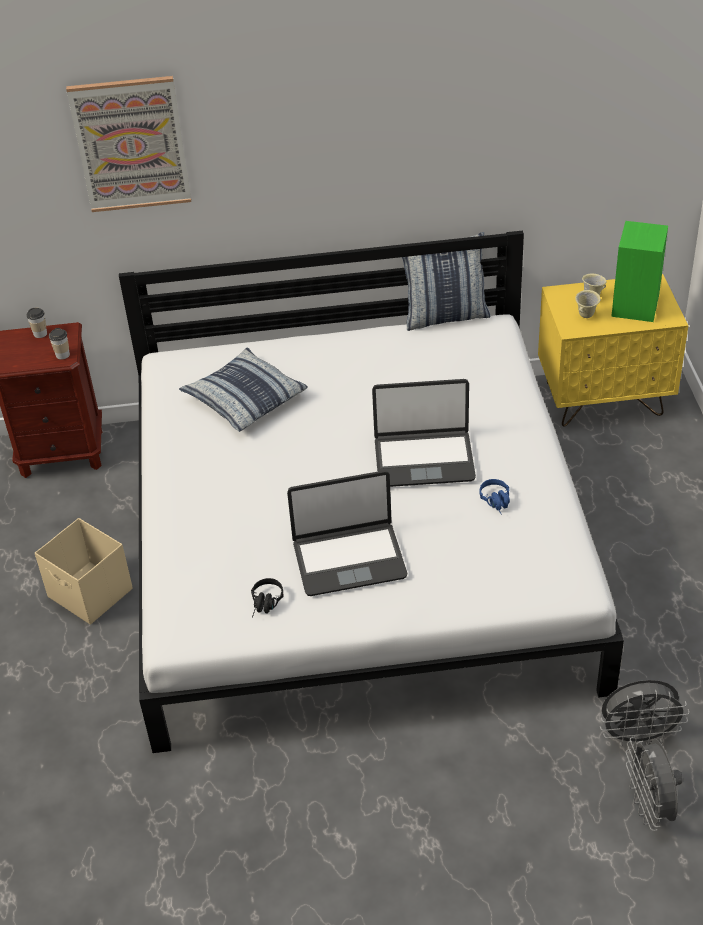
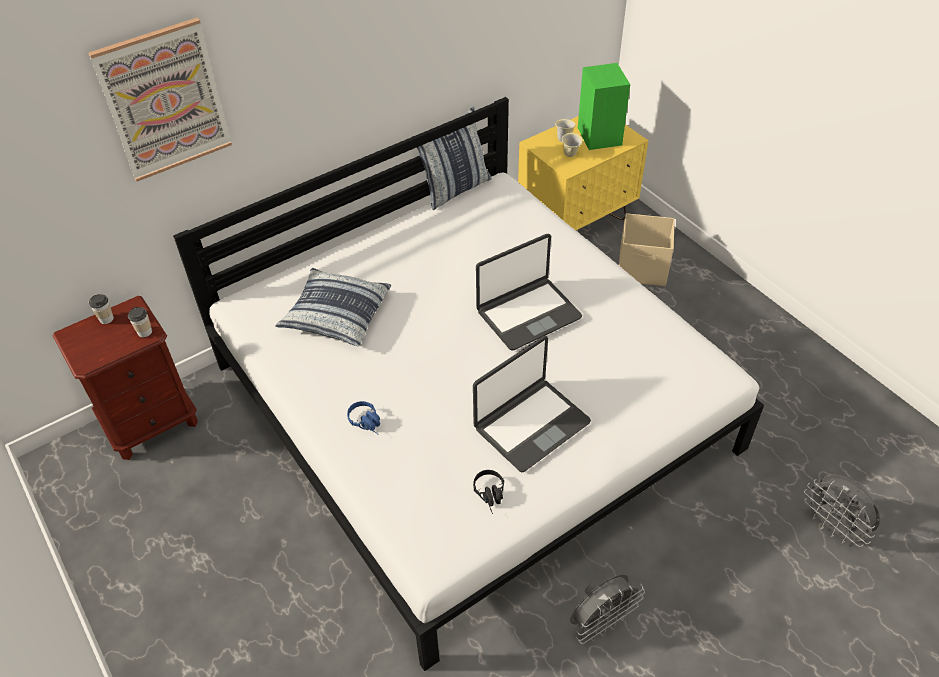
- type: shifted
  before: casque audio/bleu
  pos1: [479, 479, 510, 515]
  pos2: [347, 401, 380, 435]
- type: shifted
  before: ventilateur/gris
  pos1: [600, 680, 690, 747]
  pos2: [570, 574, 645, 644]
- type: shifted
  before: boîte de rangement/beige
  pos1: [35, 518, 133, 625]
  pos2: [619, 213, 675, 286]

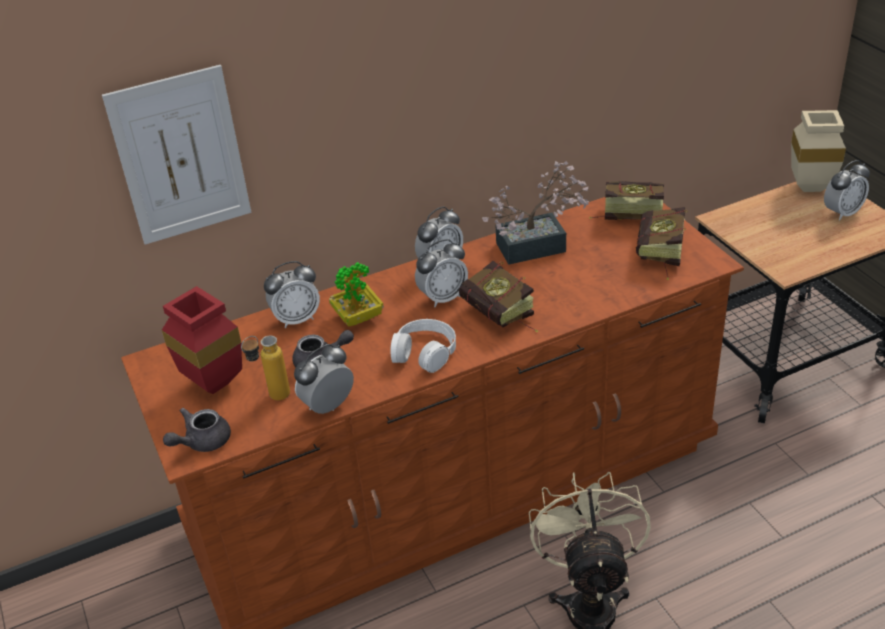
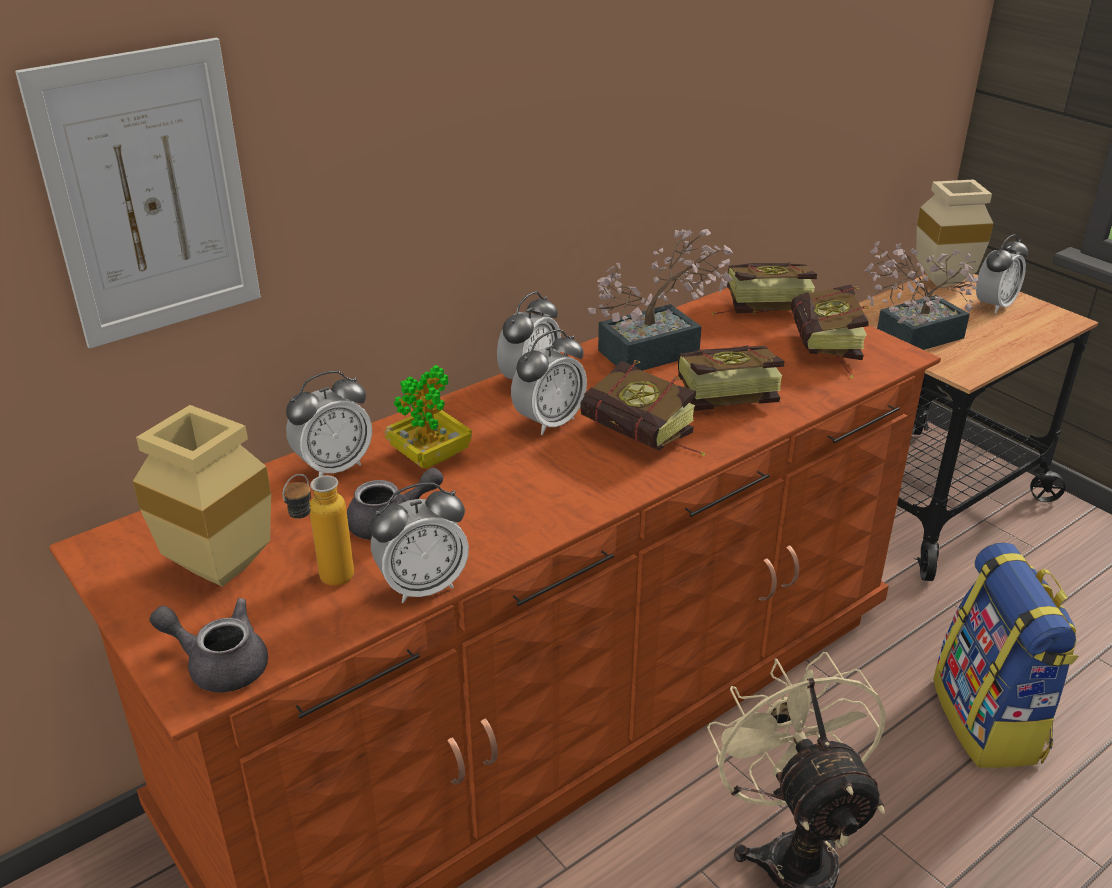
- type: repainted
  before: vase/rouge
  after: vase/beige
  pos1: [162, 286, 242, 394]
  pos2: [133, 405, 271, 587]
- type: rotated
  before: théière/gris
  pos1: [163, 408, 231, 452]
  pos2: [149, 598, 268, 692]
  turn: 75
- type: rotated
  before: réveil
  pos1: [294, 344, 354, 414]
  pos2: [370, 482, 469, 603]
  turn: -150
- type: new
  after: livre
  pos2: [678, 345, 784, 411]
- type: new
  after: plante en pot
  pos2: [864, 241, 978, 350]
- type: new
  after: sac à dos
  pos2: [933, 543, 1079, 768]
- type: gone
  before: casque audio/blanc
  pos1: [390, 319, 456, 373]

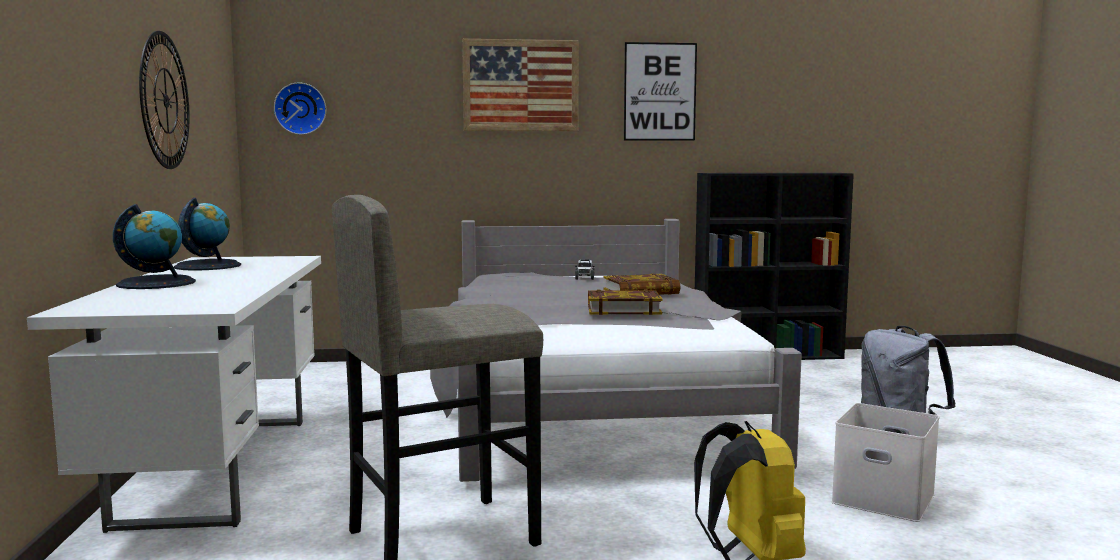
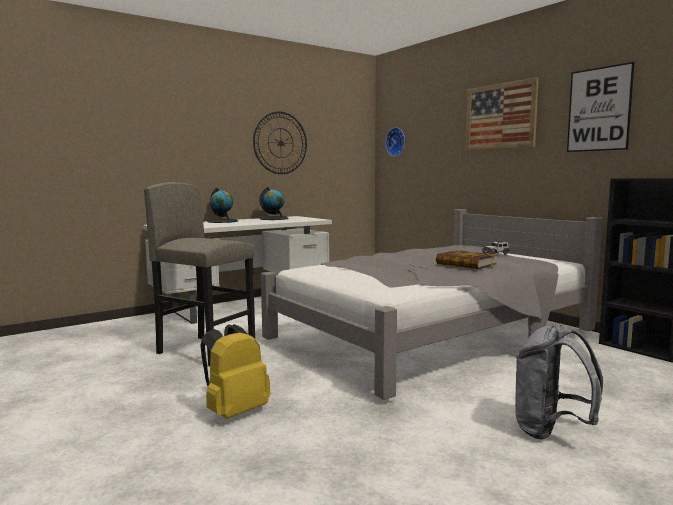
- type: gone
  before: livre
  pos1: [588, 289, 663, 315]
- type: gone
  before: boîte de rangement/blanc
  pos1: [831, 403, 939, 522]

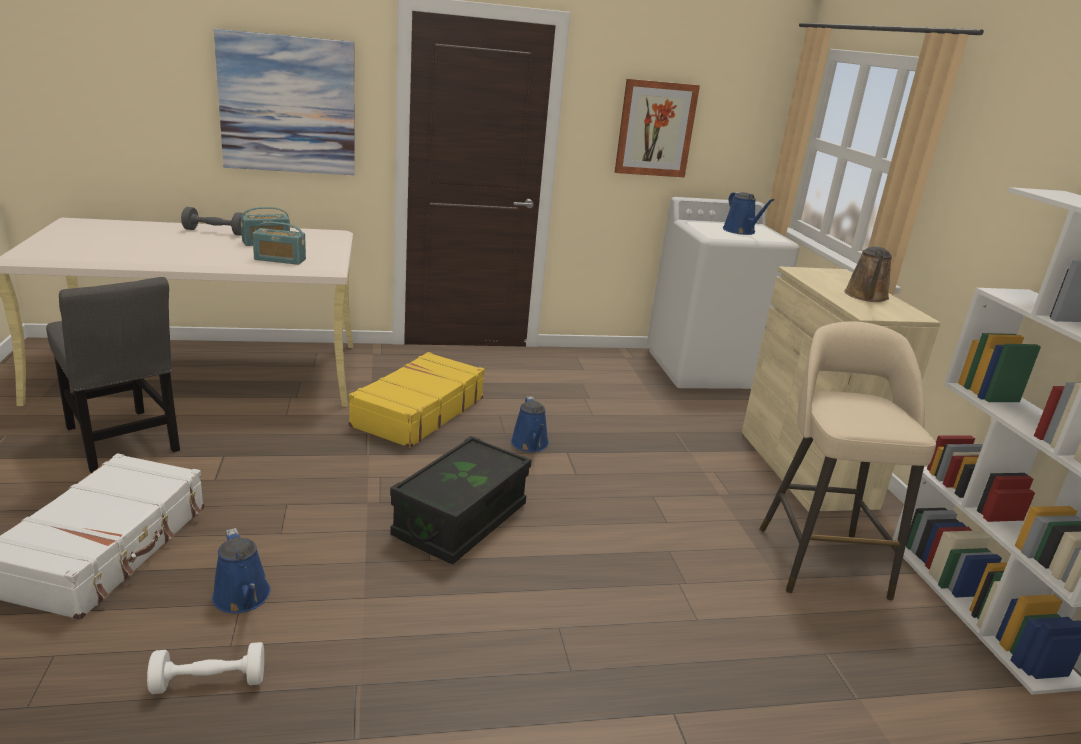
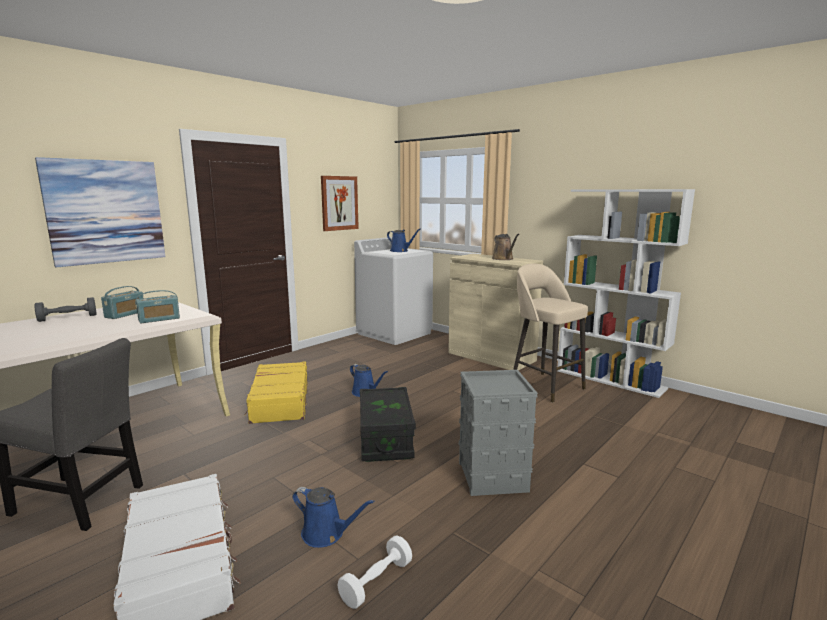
- type: new
  after: boîte de rangement/gris
  pos2: [459, 370, 538, 496]

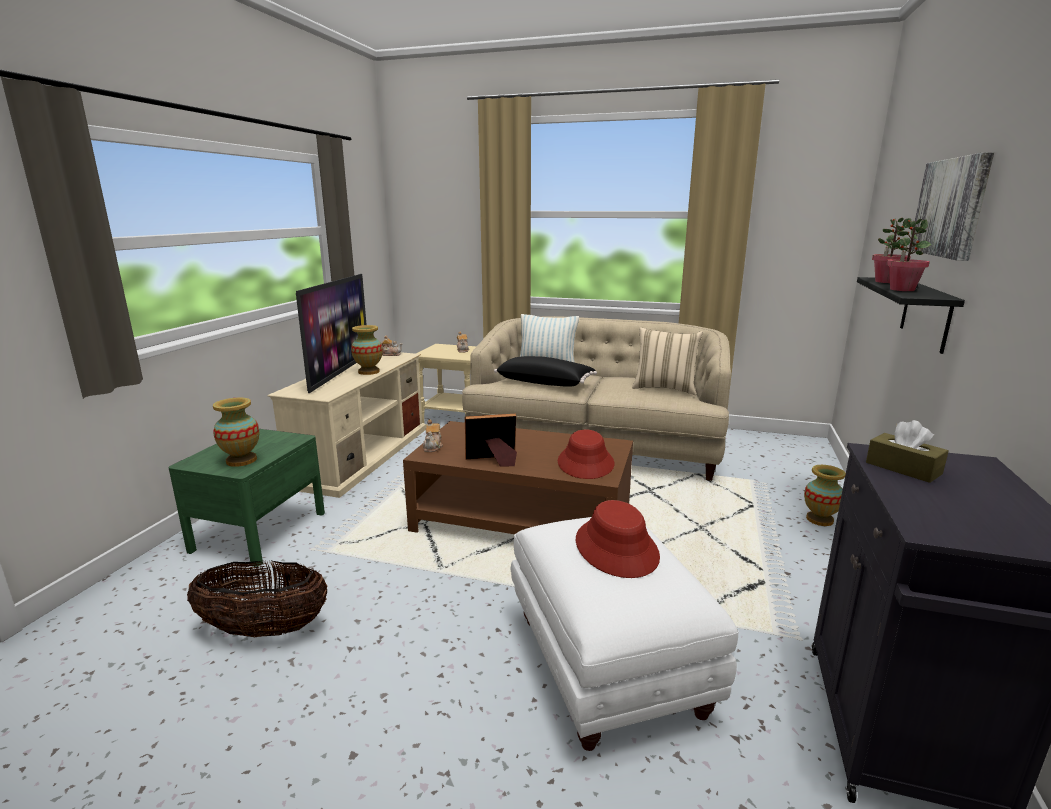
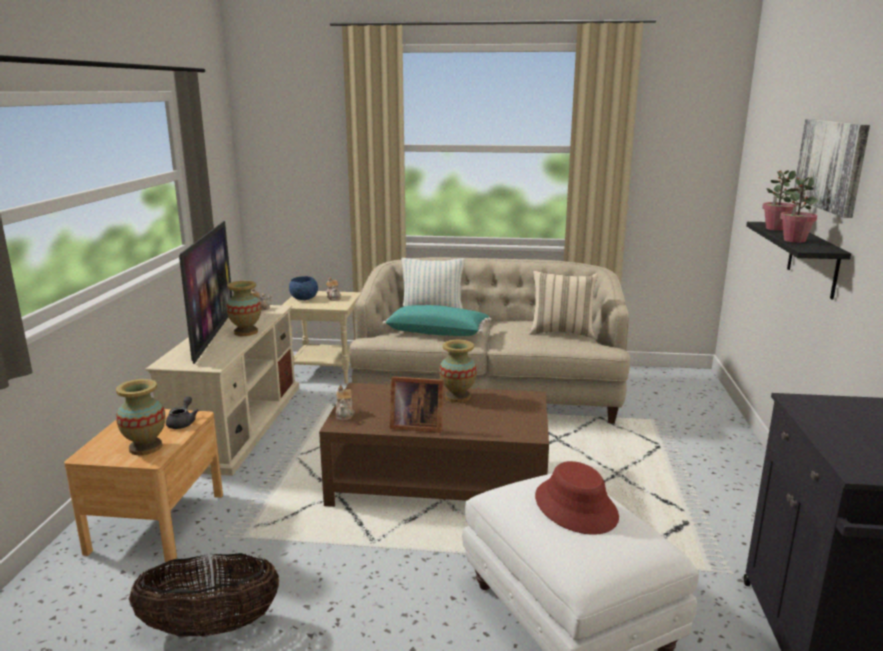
- type: repainted
  before: table de chevet/vert
  after: table de chevet/marron
  pos1: [168, 429, 325, 567]
  pos2: [64, 409, 223, 562]
- type: new
  after: théière/gris
  pos2: [166, 396, 199, 429]
- type: new
  after: bol/bleu
  pos2: [289, 276, 318, 300]
- type: repainted
  before: coussin/noir
  after: coussin/turquoise
  pos1: [494, 356, 597, 387]
  pos2: [383, 305, 491, 336]
- type: rotated
  before: cadre photo
  pos1: [465, 414, 517, 466]
  pos2: [389, 376, 444, 433]
  turn: -150
- type: shifted
  before: vase
  pos1: [804, 465, 846, 526]
  pos2: [439, 340, 477, 403]
- type: gone
  before: chapeau/rouge
  pos1: [558, 429, 614, 479]
- type: gone
  before: boîte à mouchoirs/marron
  pos1: [866, 420, 949, 483]

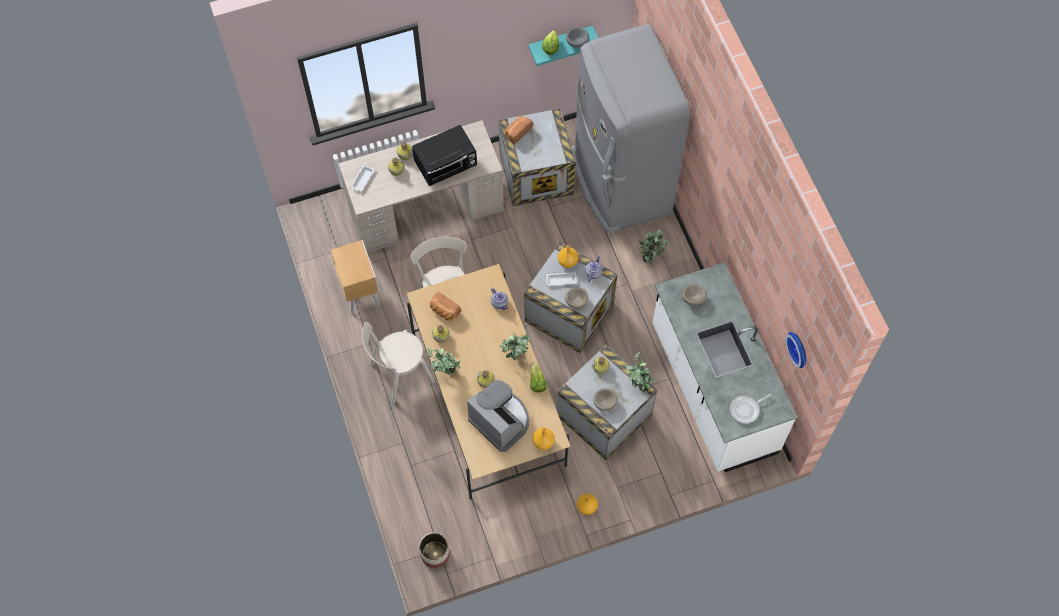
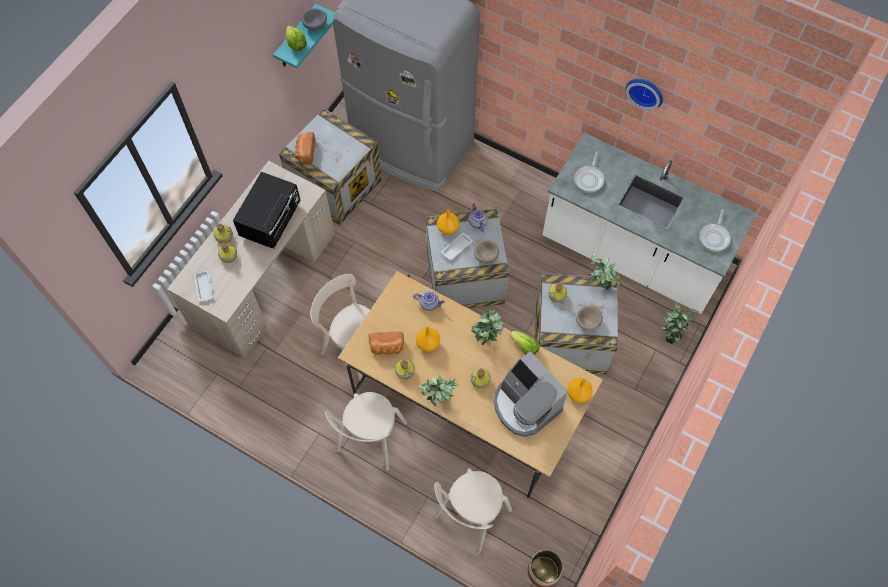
- type: shifted
  before: vase/orange
  pos1: [577, 494, 598, 515]
  pos2: [416, 327, 440, 352]
- type: new
  after: chaise/beige
  pos2: [433, 468, 512, 553]
- type: rotated
  before: machine à café
  pos1: [467, 380, 530, 452]
  pos2: [494, 351, 568, 437]
  turn: -135
- type: swapped
  before: bol/beige
  after: poêle
  pos1: [682, 283, 707, 306]
  pos2: [574, 152, 605, 193]
- type: shifted
  before: horloge murale
  pos1: [785, 332, 806, 368]
  pos2: [626, 79, 663, 110]
- type: shifted
  before: plante en pot
  pos1: [638, 228, 669, 263]
  pos2: [661, 304, 698, 344]
- type: gone
  before: table de chevet/marron
  pos1: [331, 240, 380, 314]

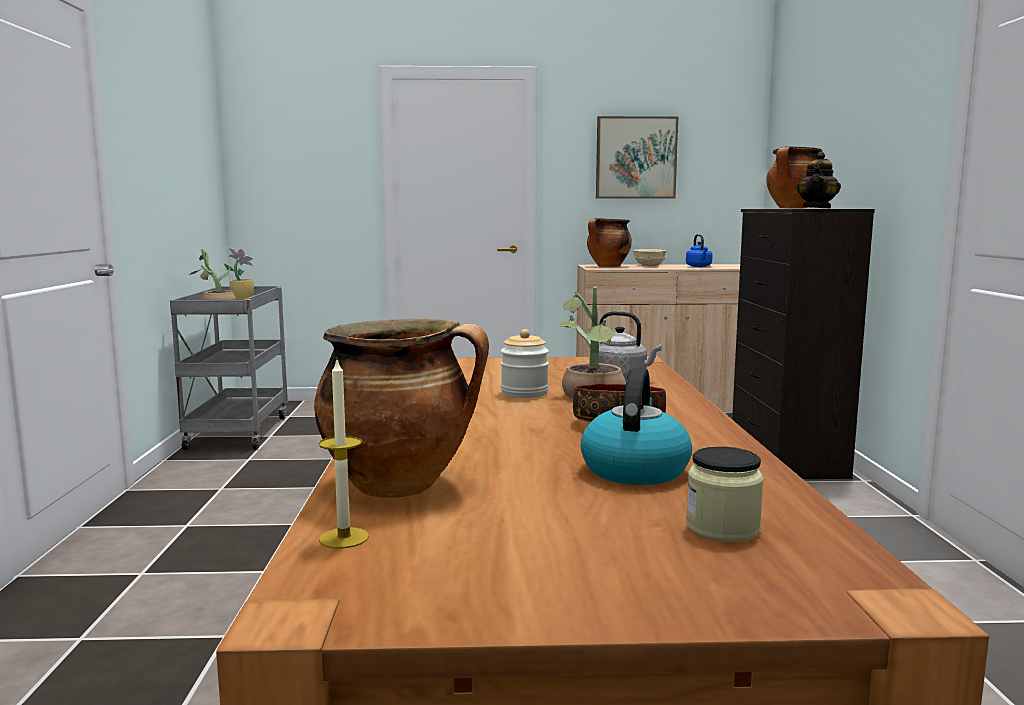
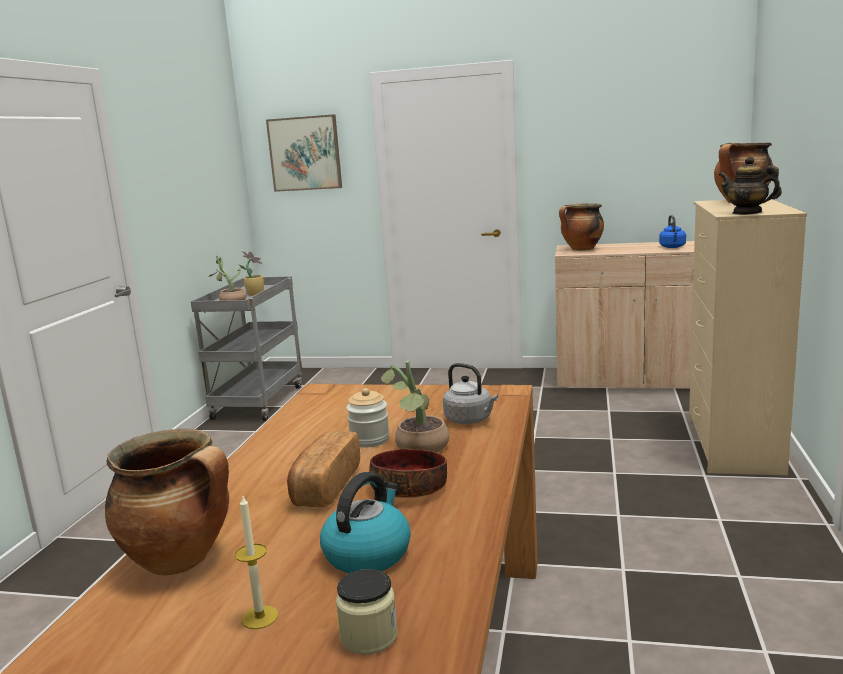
- type: shifted
  before: bougie
  pos1: [318, 360, 369, 549]
  pos2: [235, 494, 278, 629]
- type: shifted
  before: tableau
  pos1: [596, 116, 678, 198]
  pos2: [266, 114, 342, 192]
- type: new
  after: pain
  pos2: [287, 431, 360, 508]
- type: repainted
  before: commode/noir
  after: commode/beige
  pos1: [732, 209, 875, 479]
  pos2: [689, 198, 807, 476]
- type: rotated
  before: théière
  pos1: [796, 151, 841, 208]
  pos2: [719, 156, 782, 215]
  turn: 90
- type: gone
  before: bol/beige
  pos1: [633, 249, 666, 266]

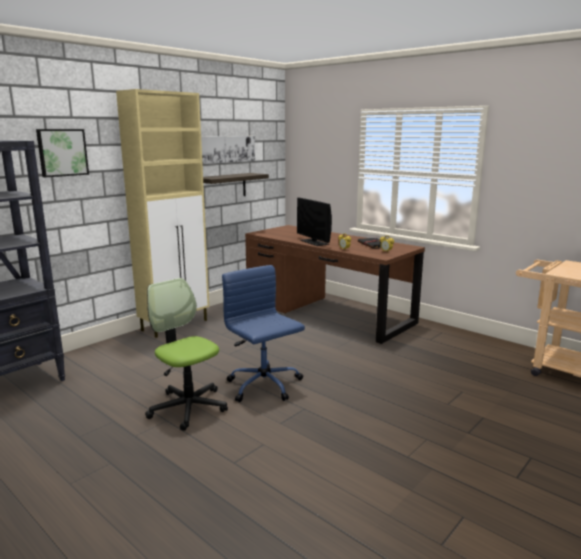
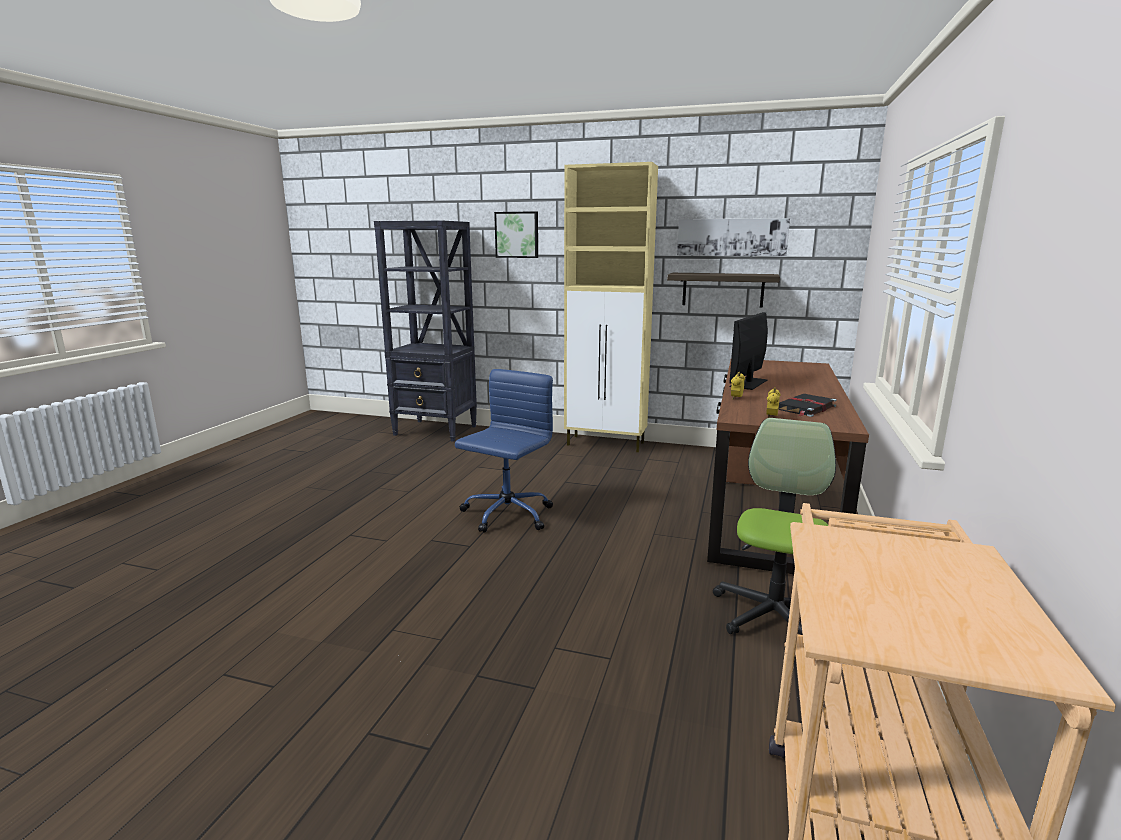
- type: shifted
  before: chaise de bureau
  pos1: [145, 278, 228, 431]
  pos2: [713, 418, 836, 635]

